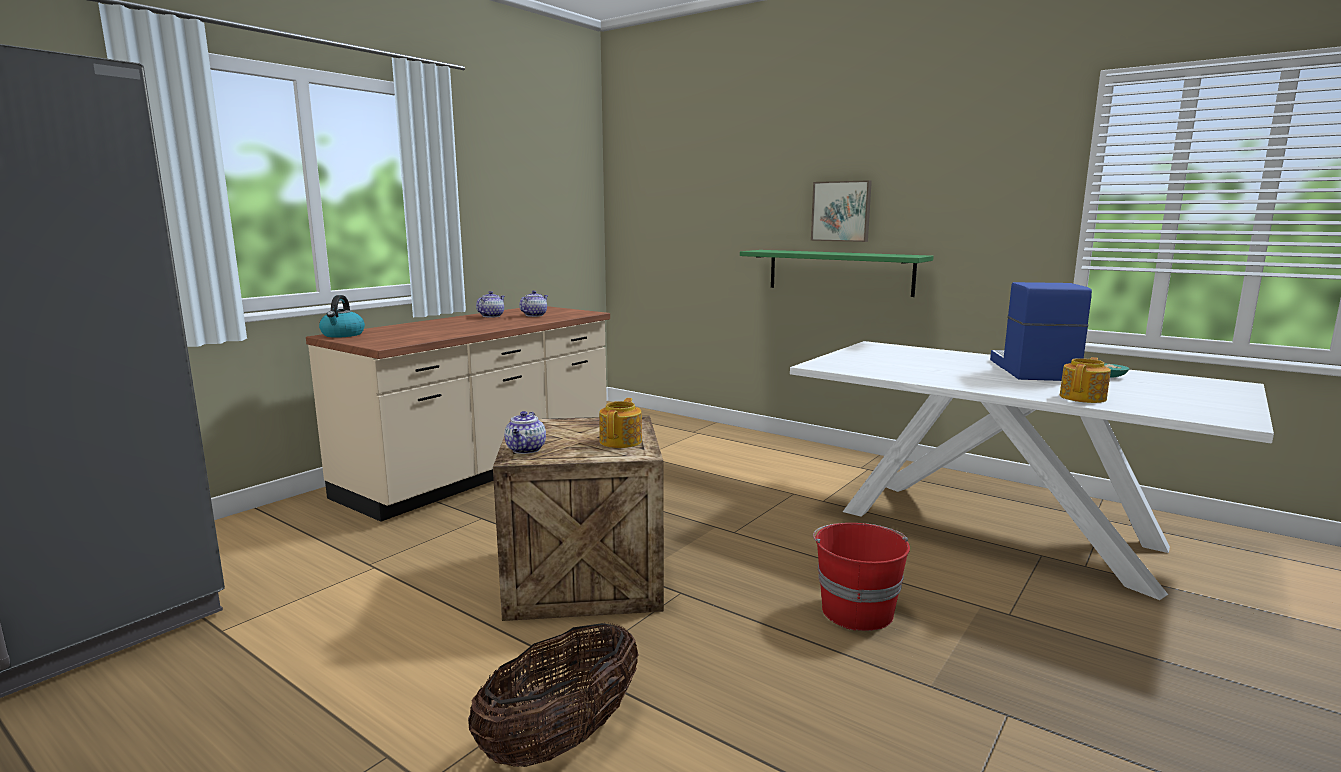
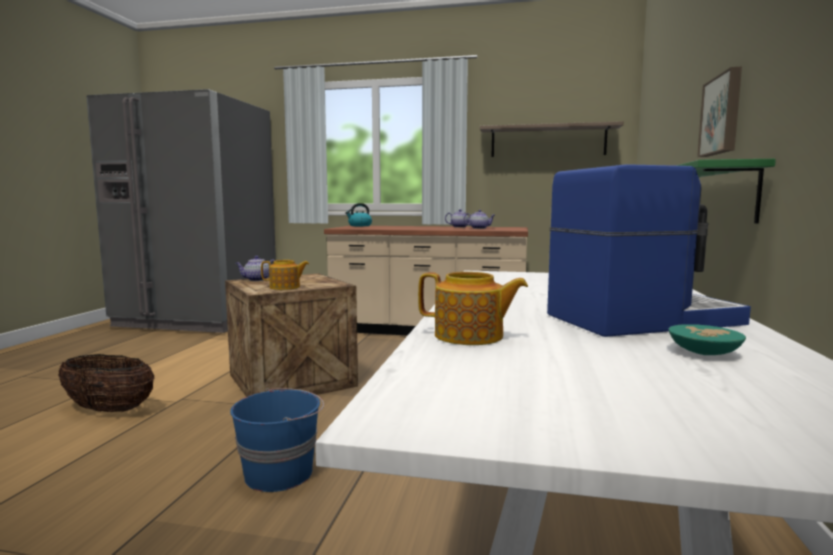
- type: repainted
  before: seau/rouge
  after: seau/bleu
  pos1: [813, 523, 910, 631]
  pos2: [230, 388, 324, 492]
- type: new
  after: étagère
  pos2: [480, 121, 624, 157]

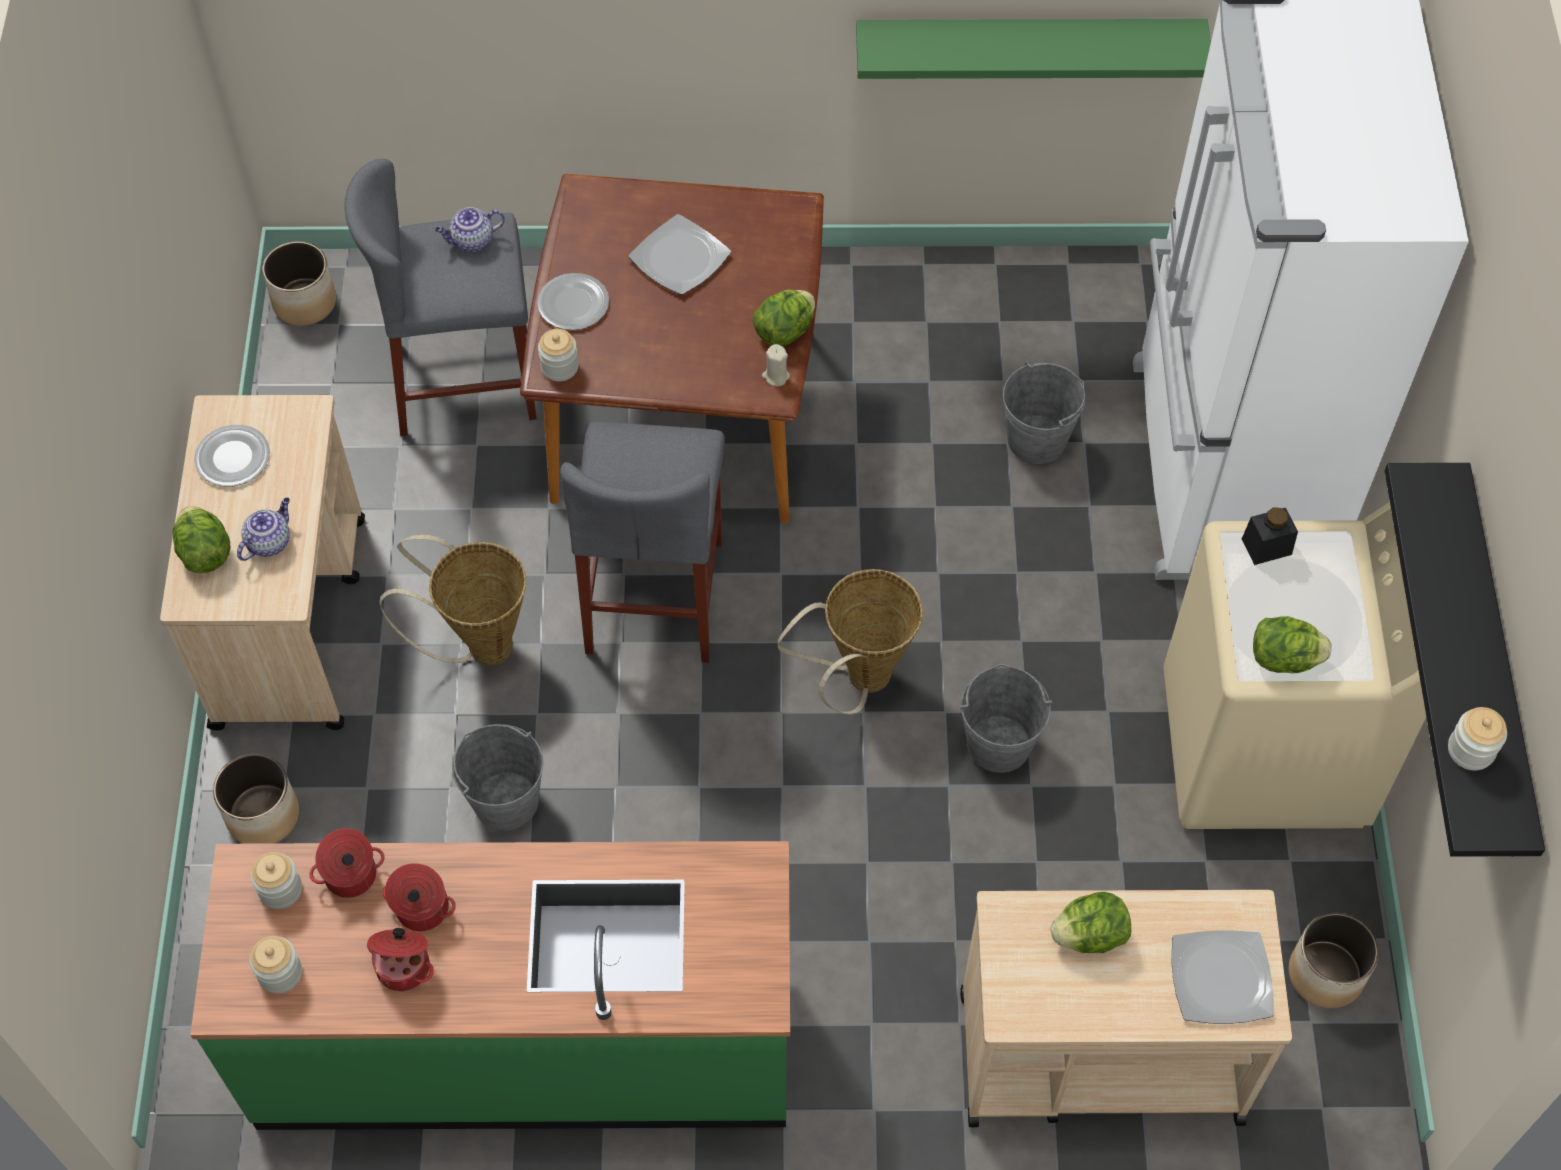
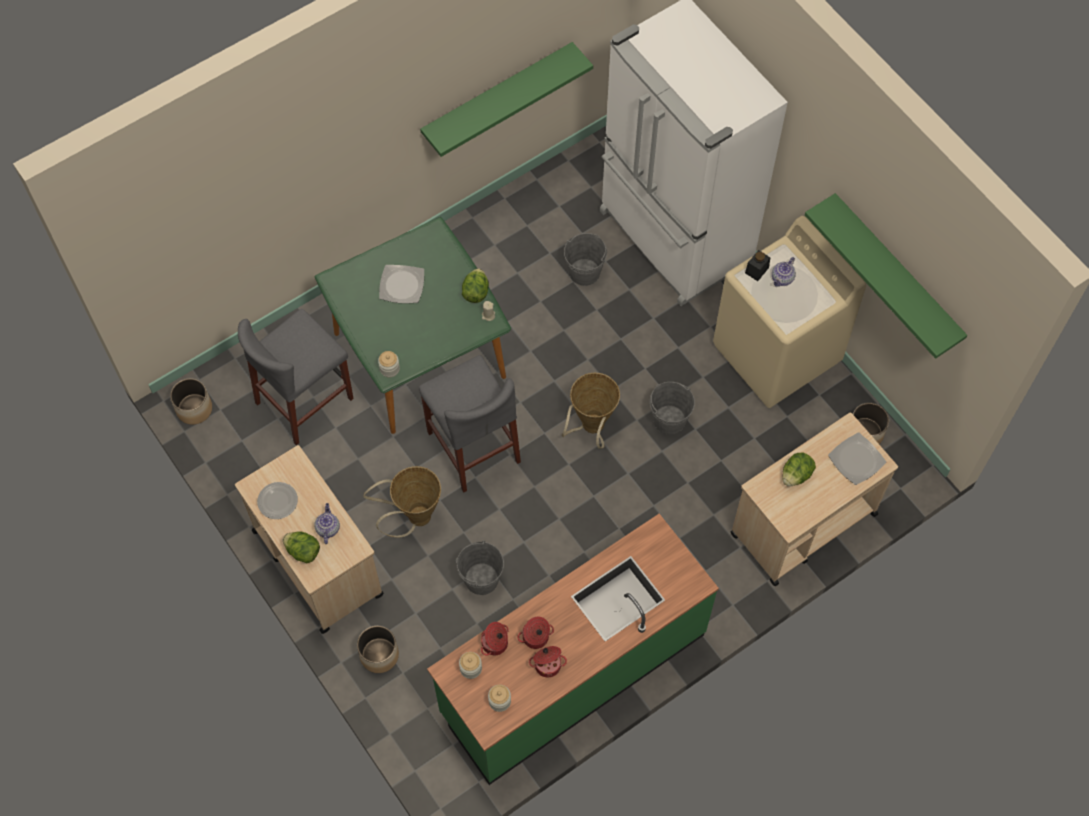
- type: repainted
  before: table à manger/marron
  after: table à manger/vert
  pos1: [520, 174, 824, 524]
  pos2: [314, 217, 511, 434]
- type: shifted
  before: théière
  pos1: [435, 207, 505, 252]
  pos2: [772, 257, 796, 287]
- type: repainted
  before: étagère/noir
  after: étagère/vert
  pos1: [1385, 463, 1545, 857]
  pos2: [805, 193, 967, 359]
- type: gone
  before: assiette
  pos1: [537, 273, 609, 330]
- type: gone
  before: laitue
  pos1: [1253, 616, 1332, 673]
- type: gone
  before: bocal
  pos1: [1448, 707, 1507, 771]

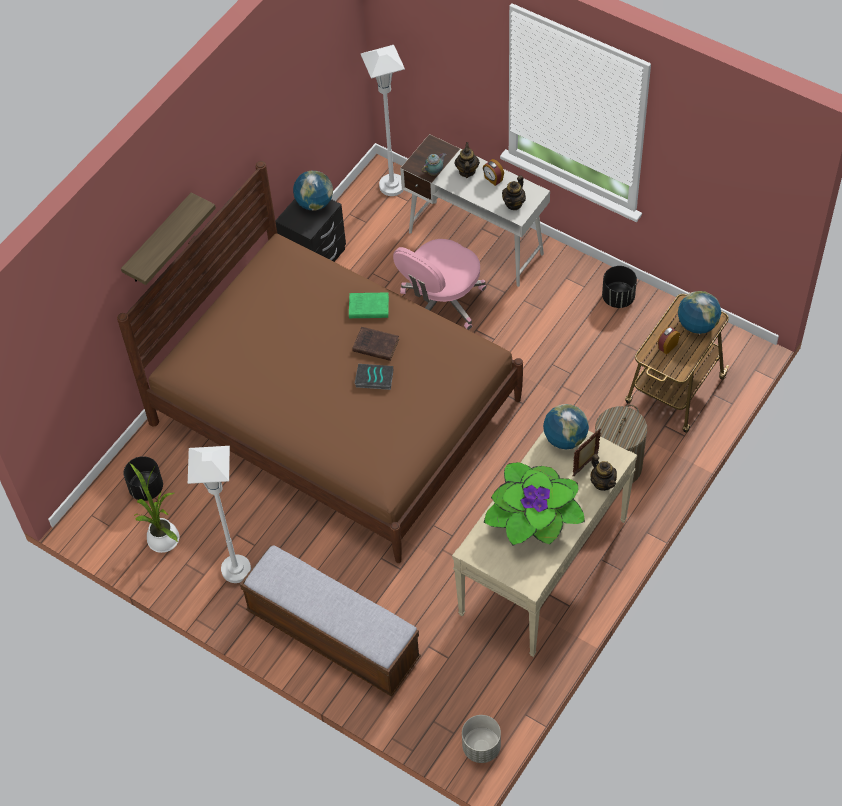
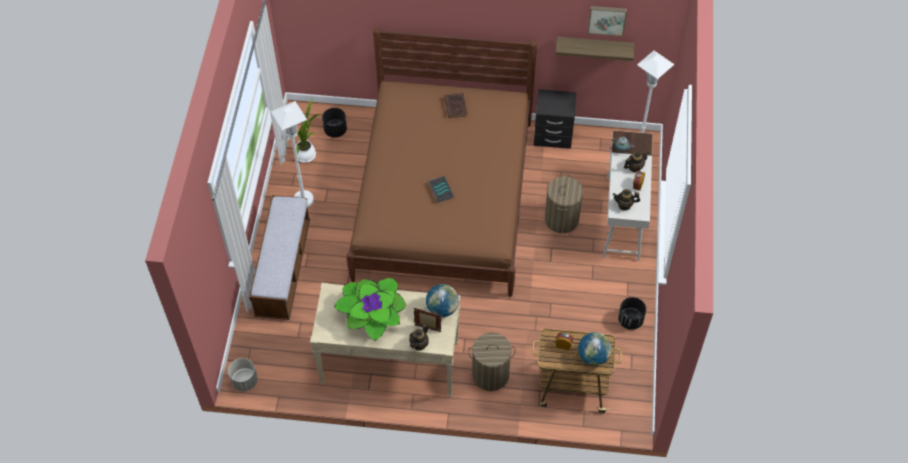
- type: shifted
  before: livre/marron
  pos1: [352, 327, 399, 361]
  pos2: [444, 92, 468, 118]
- type: swapped
  before: chaise de bureau/rose
  after: panier à linge
  pos1: [393, 239, 487, 330]
  pos2: [545, 174, 583, 233]
- type: shifted
  before: étagère
  pos1: [121, 193, 216, 285]
  pos2: [555, 37, 634, 61]
- type: new
  after: tableau
  pos2: [588, 6, 627, 36]
- type: gone
  before: globe
  pos1: [293, 171, 333, 210]
- type: gone
  before: livre/vert
  pos1: [349, 292, 389, 318]

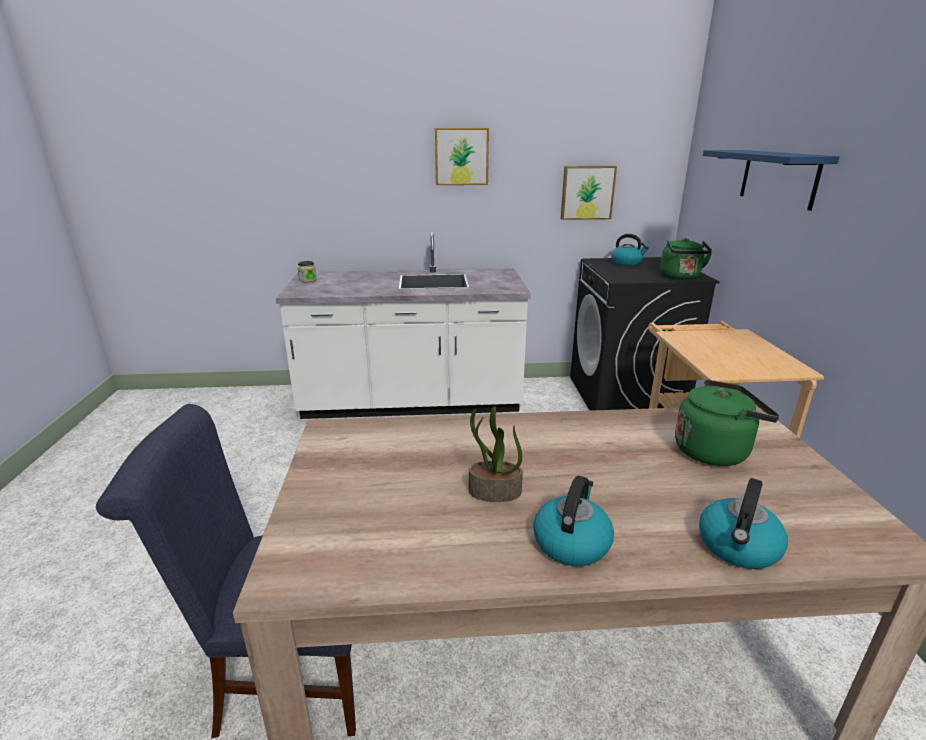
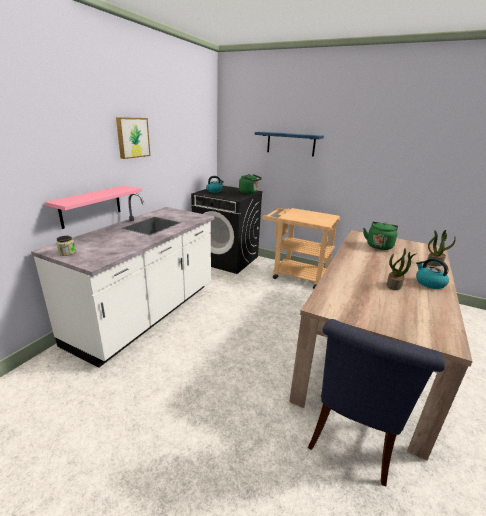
- type: new
  after: étagère/rose
  pos2: [45, 185, 142, 229]
- type: swapped
  before: bouilloire
  after: plante en pot
  pos1: [699, 478, 788, 569]
  pos2: [427, 230, 456, 266]
- type: gone
  before: tableau
  pos1: [561, 166, 617, 220]

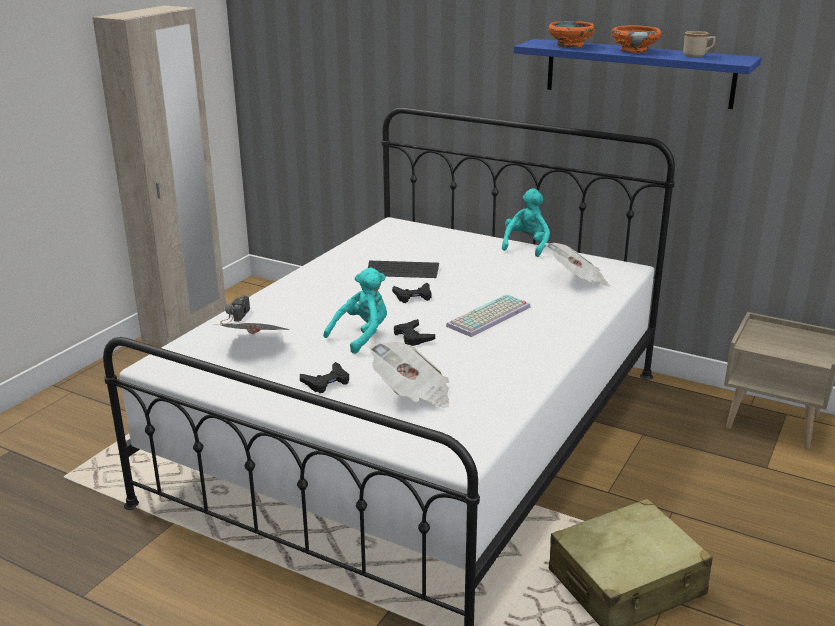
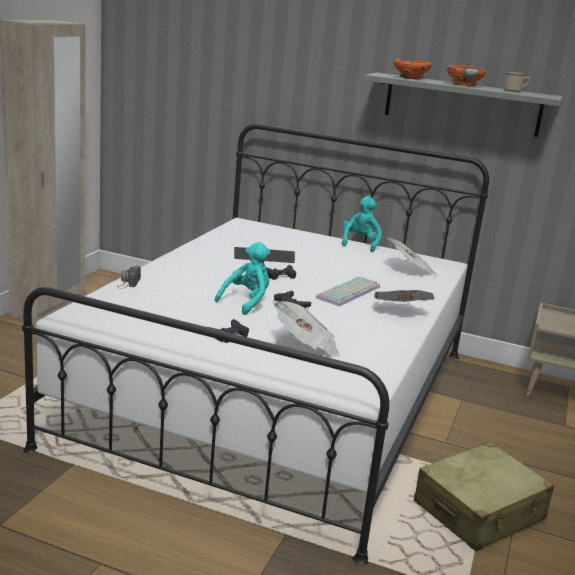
- type: repainted
  before: étagère/bleu
  after: étagère/gris
  pos1: [514, 39, 761, 109]
  pos2: [365, 72, 563, 137]
- type: shifted
  before: journal
  pos1: [213, 323, 289, 334]
  pos2: [374, 290, 434, 302]

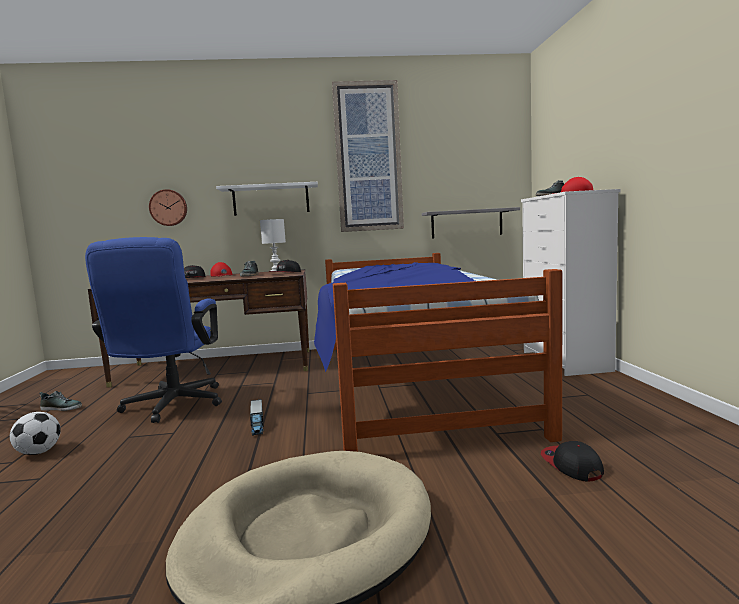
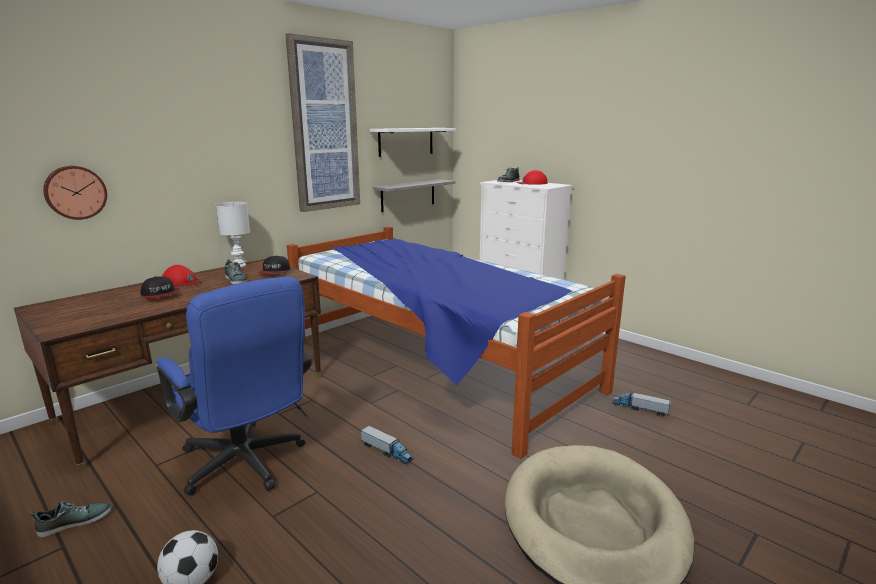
- type: shifted
  before: étagère/blanc
  pos1: [216, 182, 318, 216]
  pos2: [370, 128, 456, 157]
- type: swapped
  before: casquette
  after: camion jouet
  pos1: [541, 441, 604, 482]
  pos2: [612, 391, 671, 417]

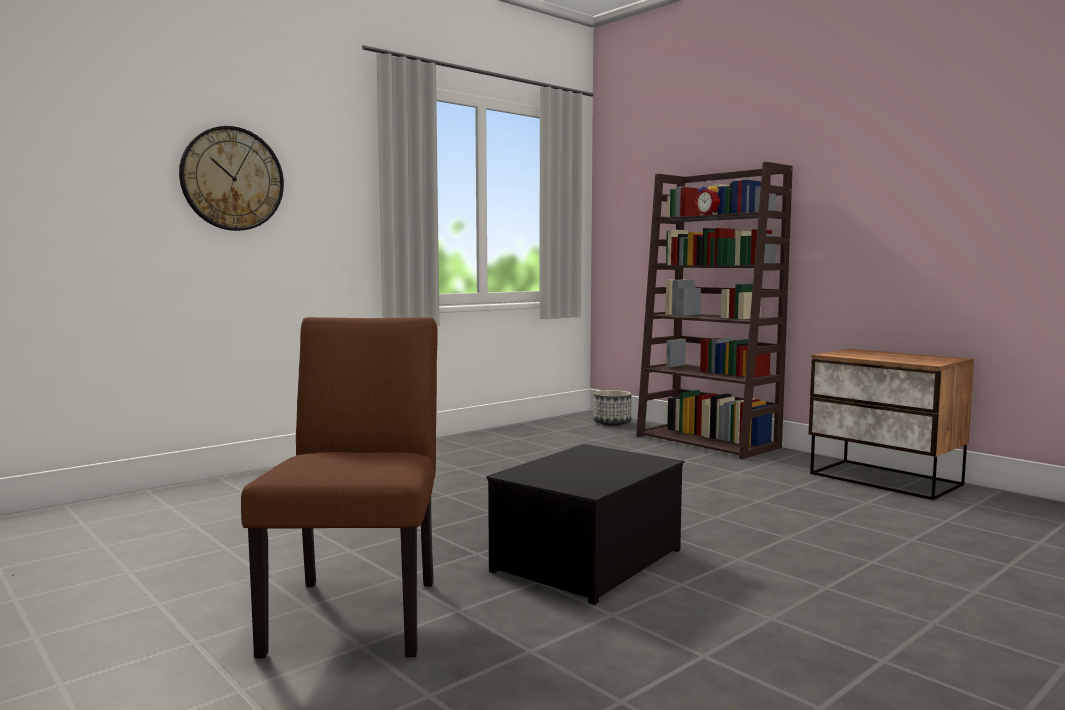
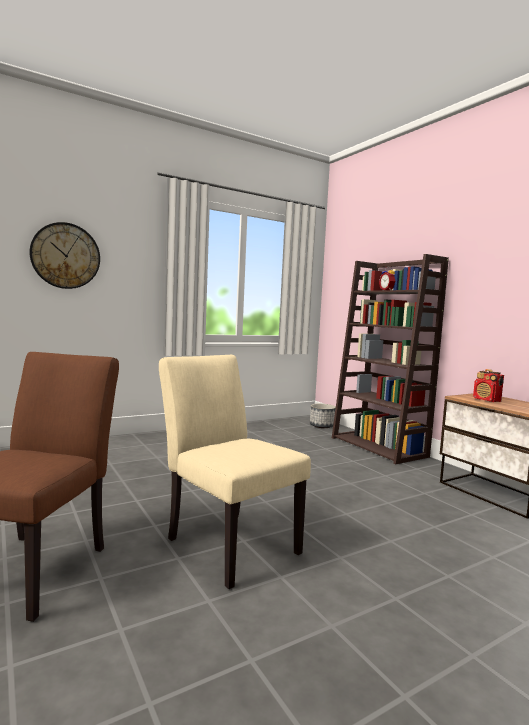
- type: swapped
  before: boîte de rangement
  after: chaise/beige
  pos1: [486, 444, 684, 605]
  pos2: [159, 355, 311, 589]
- type: new
  after: radio
  pos2: [473, 369, 504, 402]

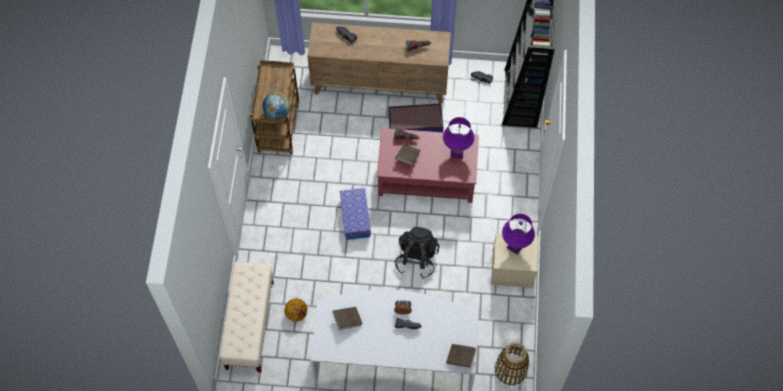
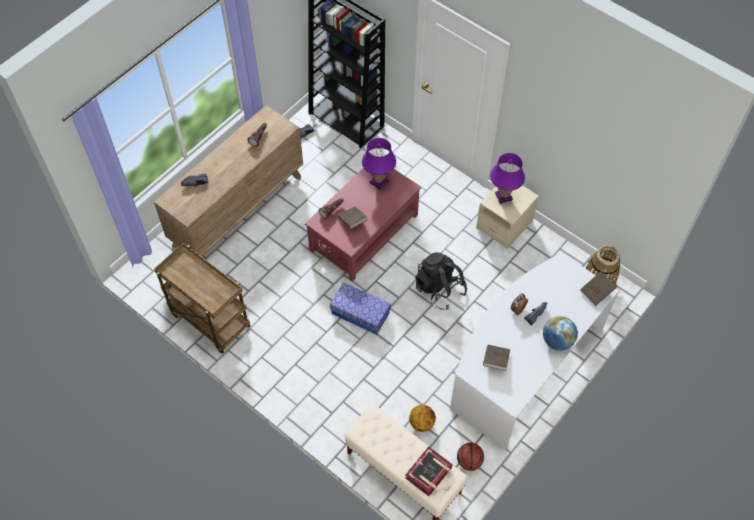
- type: new
  after: livre
  pos2: [405, 447, 453, 496]
- type: new
  after: ballon de basket
  pos2: [457, 443, 484, 471]
- type: shifted
  before: globe
  pos1: [262, 92, 290, 120]
  pos2: [543, 316, 578, 351]
- type: gone
  before: boîte de rangement
  pos1: [388, 103, 443, 132]

